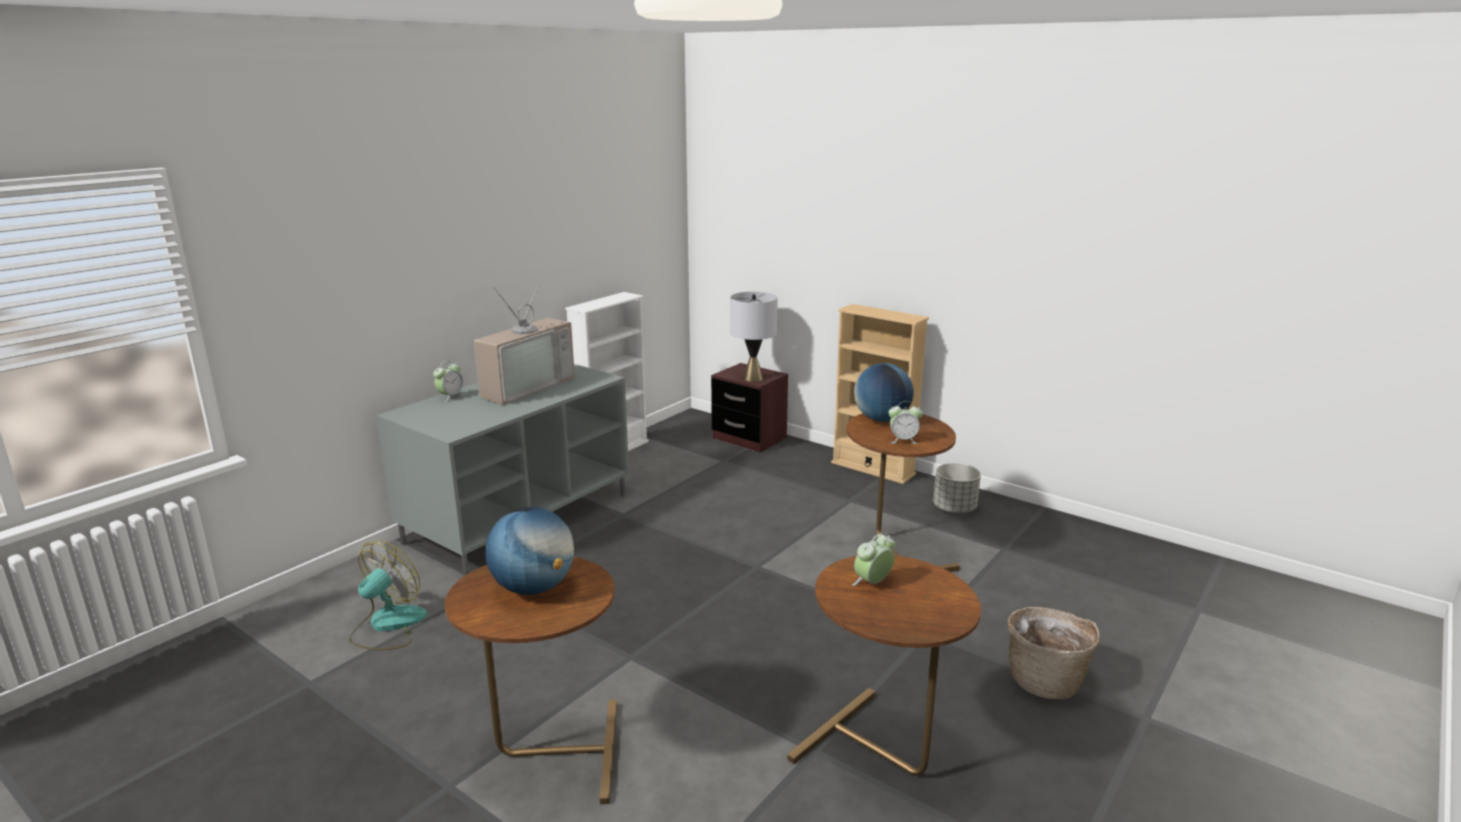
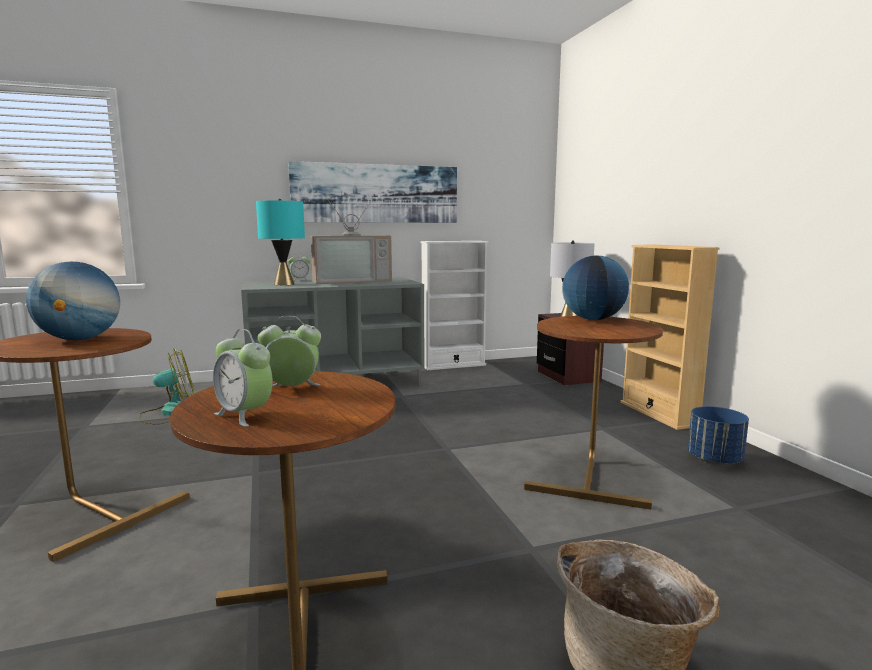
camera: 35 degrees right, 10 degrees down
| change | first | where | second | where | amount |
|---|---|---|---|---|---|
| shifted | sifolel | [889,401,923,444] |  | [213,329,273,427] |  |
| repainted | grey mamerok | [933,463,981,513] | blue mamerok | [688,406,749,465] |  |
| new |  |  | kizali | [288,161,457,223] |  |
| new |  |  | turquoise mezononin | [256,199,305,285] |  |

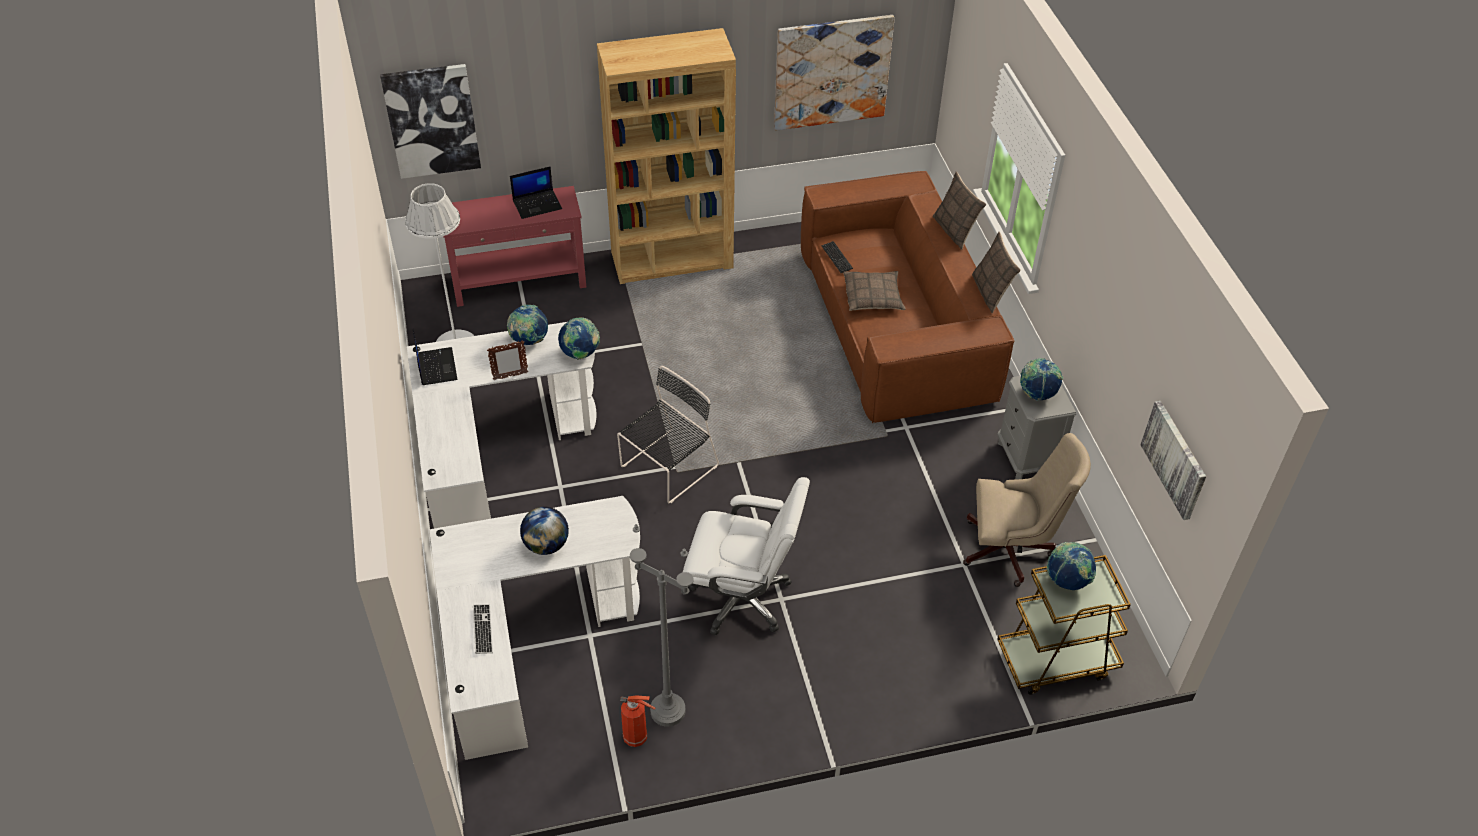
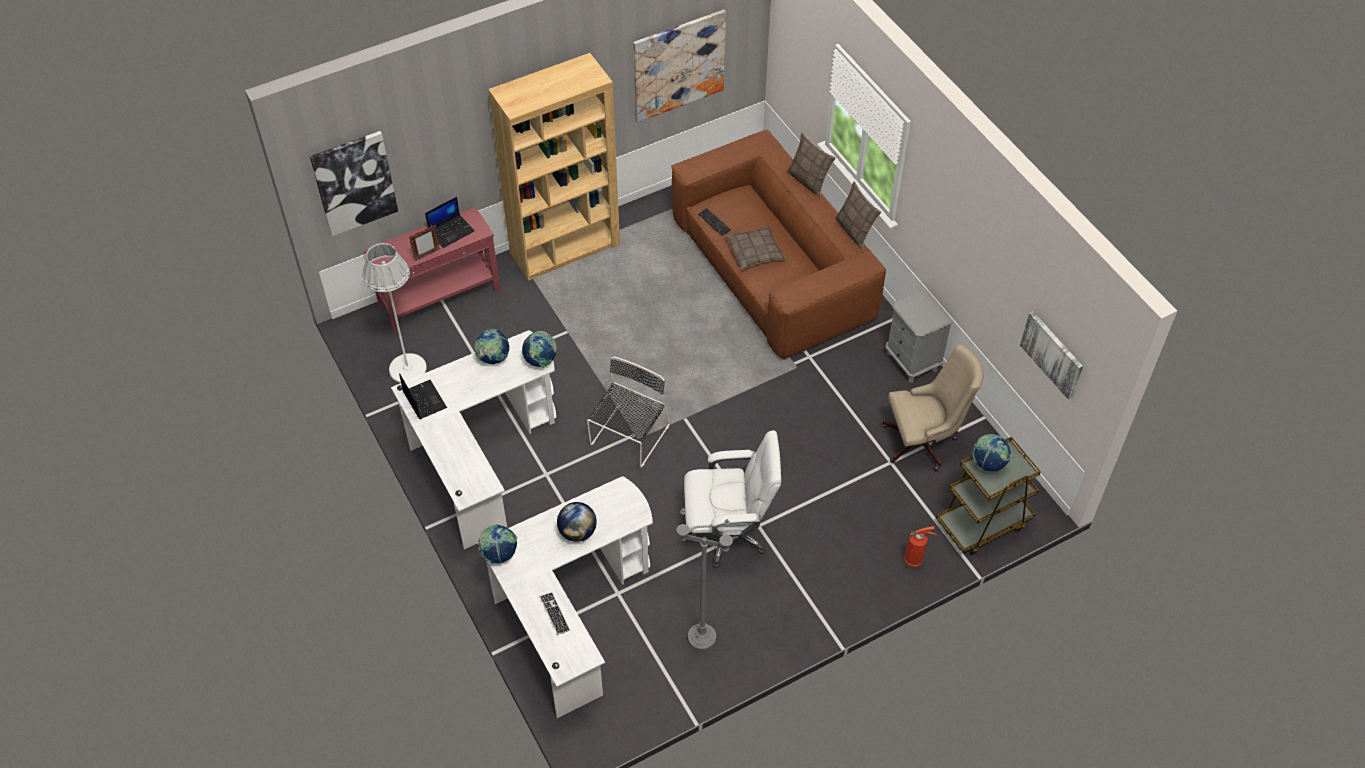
camera: 15 degrees left, 5 degrees up
| change | first | where | second | where | amount |
|---|---|---|---|---|---|
| shifted | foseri | [487,340,528,380] |  | [409,225,440,261] |  |
| shifted | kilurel | [1020,358,1063,401] |  | [478,524,517,564] |  |
| shifted | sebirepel | [620,696,655,747] |  | [904,526,937,568] |  |

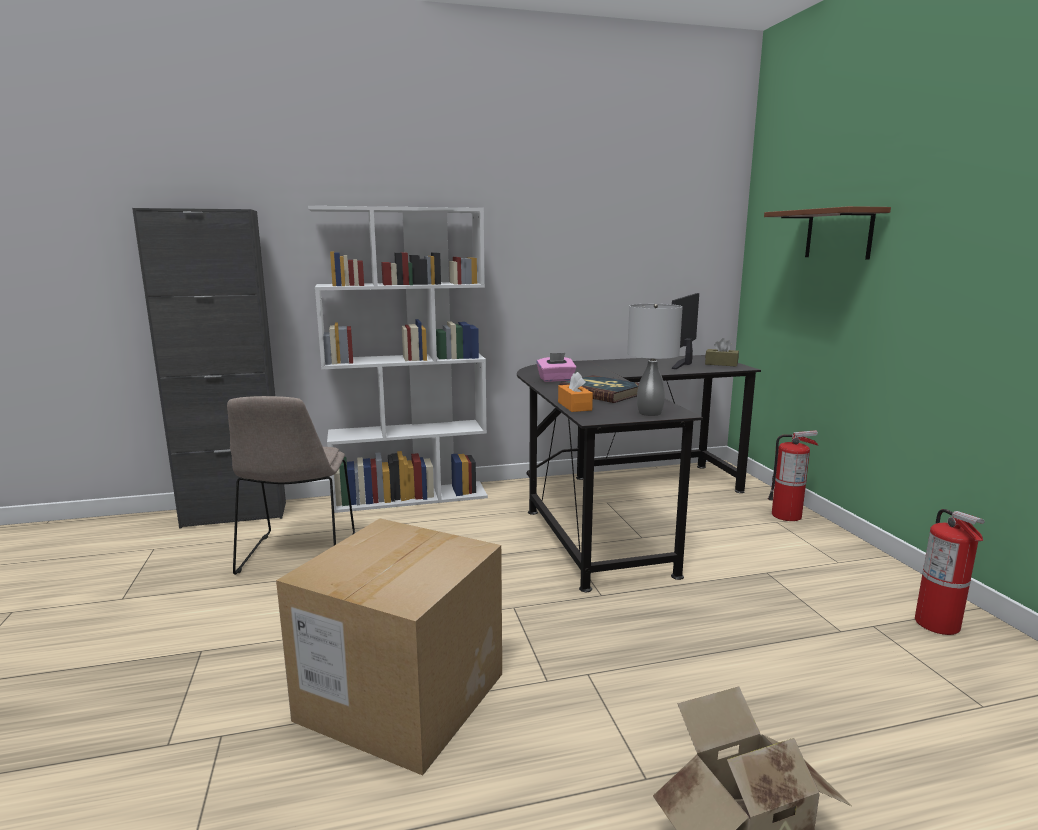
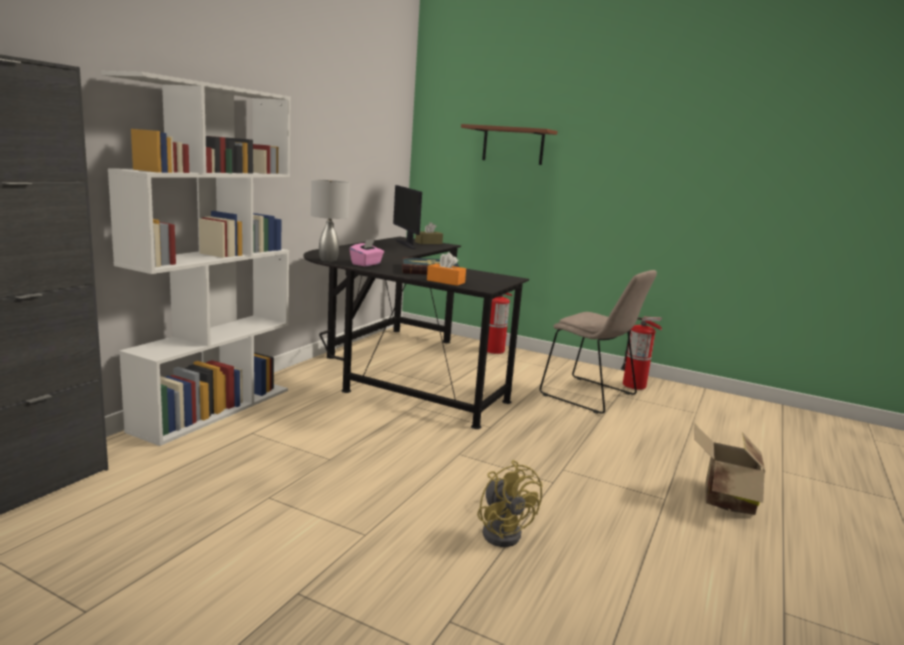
camera: 50 degrees left, 0 degrees up
| change | first | where | second | where | amount |
|---|---|---|---|---|---|
| shifted | grey mezononin | [627,304,683,416] |  | [311,180,350,262] |  |
| shifted | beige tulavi | [227,396,355,575] |  | [540,270,657,414] |  |
| swapped | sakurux | [276,519,502,775] | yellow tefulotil | [477,460,543,547] |  |

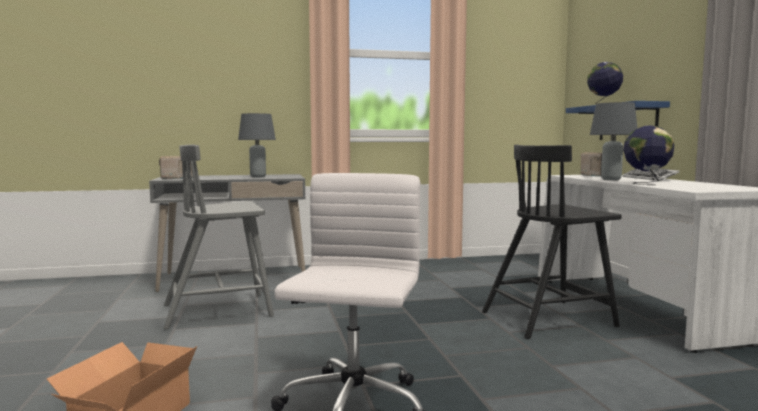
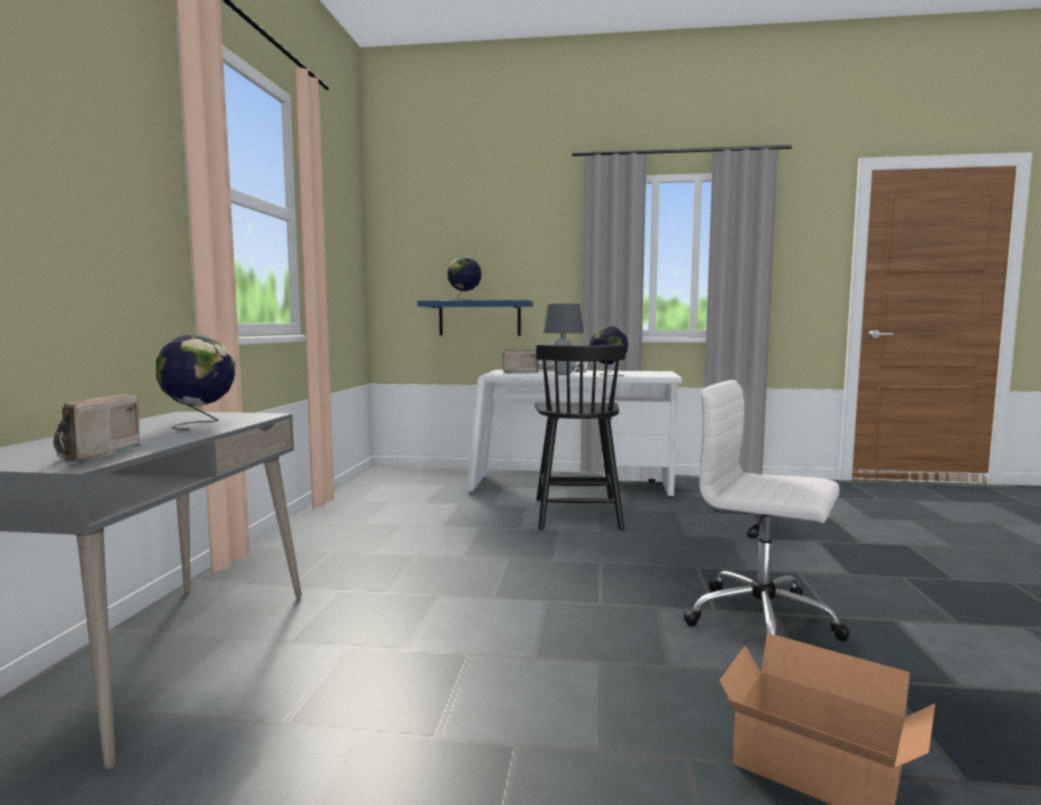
camera: 70 degrees left, 0 degrees up
| change | first | where | second | where | amount |
|---|---|---|---|---|---|
| swapped | grey mezononin | [238,113,276,178] | kilurel | [156,334,235,430] |  |
| gone | grey tulavi | [164,144,274,329] |  |  |  |

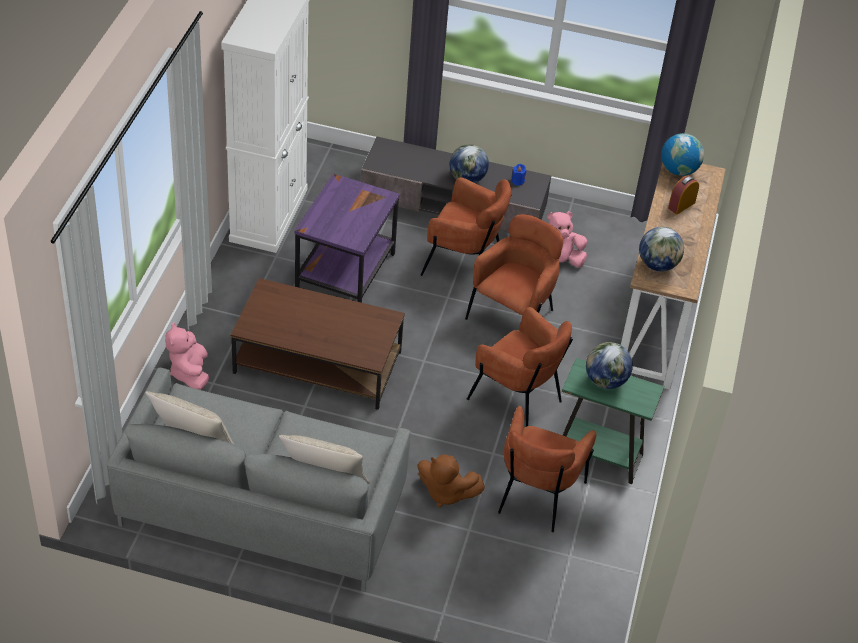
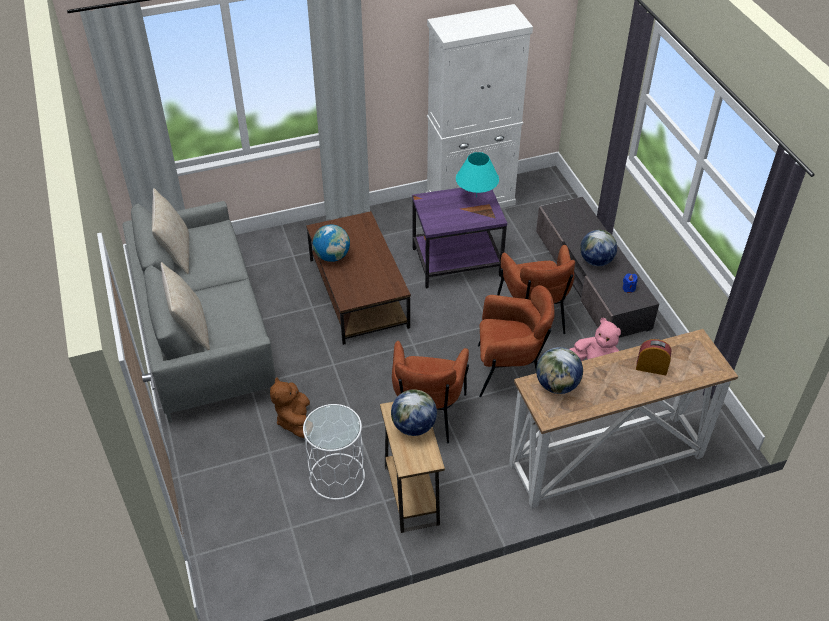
camera: 60 degrees right, 0 degrees up
| change | first | where | second | where | amount |
|---|---|---|---|---|---|
| shifted | kilurel | [661,133,704,176] |  | [313,224,350,262] |  |
| gone | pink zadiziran | [165,322,209,390] |  |  |  |
| repainted | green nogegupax | [562,358,664,484] | brown nogegupax | [380,402,445,533] |  |
| swapped | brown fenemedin | [498,406,596,532] | white nogegupax | [303,404,365,500] |  |
| new |  |  | turquoise mezononin | [456,152,499,198] |  |

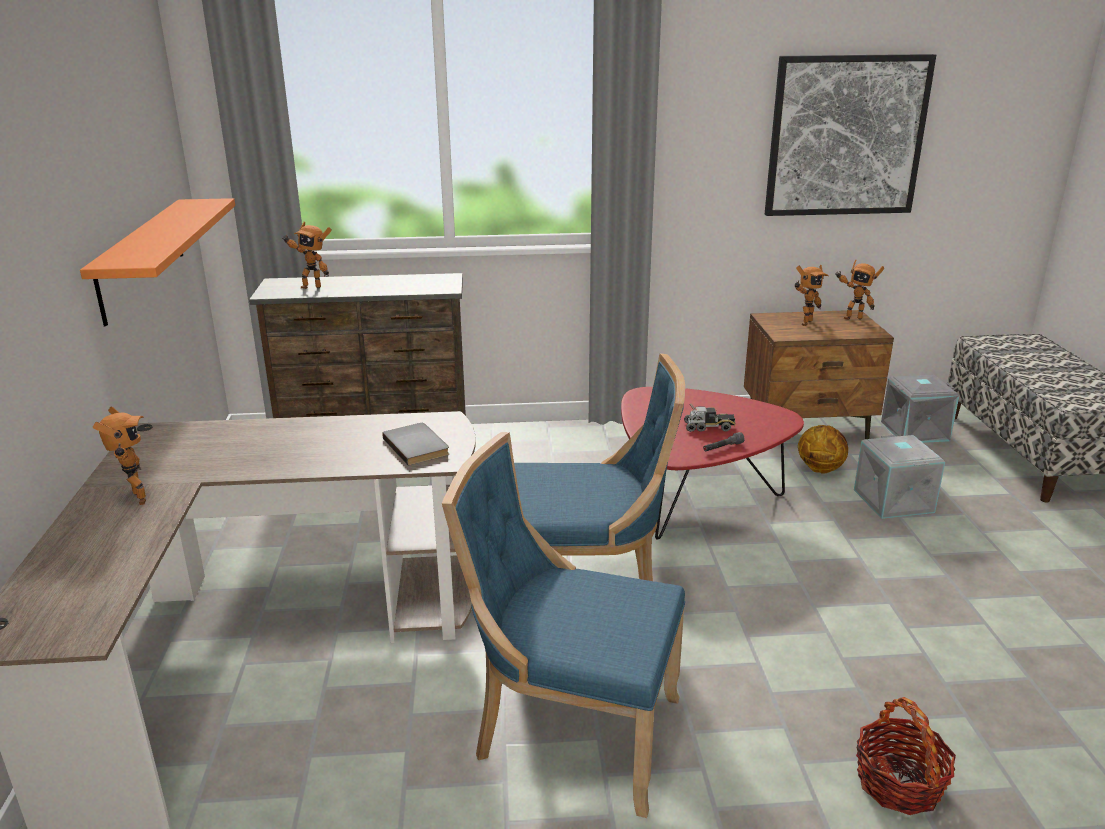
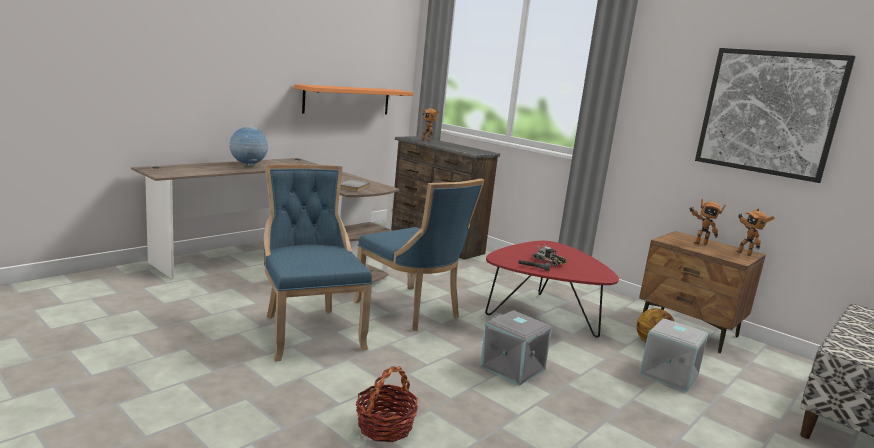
camera: 45 degrees right, 10 degrees down
| change | first | where | second | where | amount |
|---|---|---|---|---|---|
| shifted | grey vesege | [881,375,959,443] |  | [480,310,552,386] |  |
| swapped | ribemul | [93,407,146,505] | kilurel | [229,126,268,167] |  |

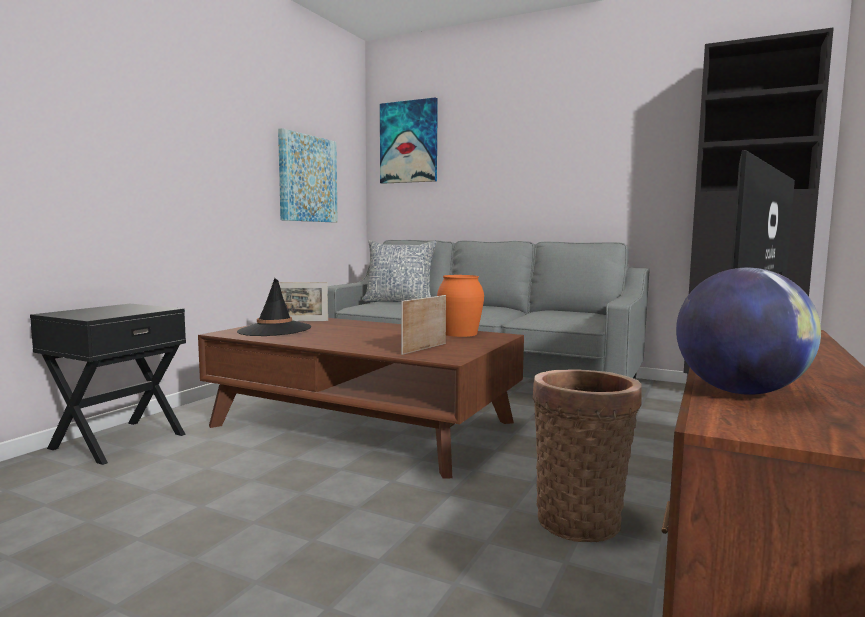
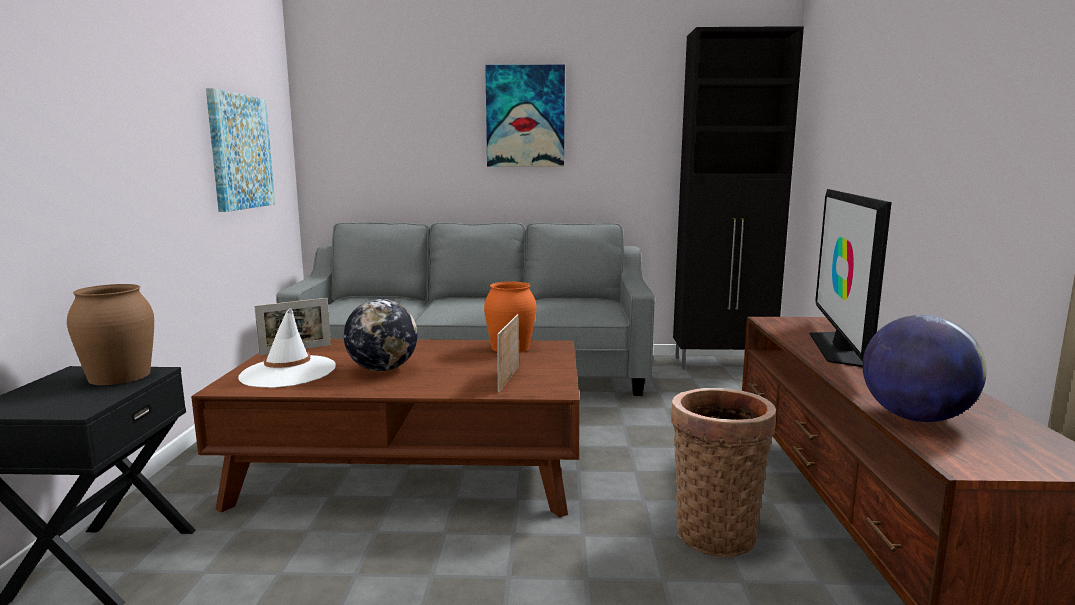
camera: 25 degrees left, 5 degrees up
| change | first | where | second | where | amount |
|---|---|---|---|---|---|
| shifted | kizali | [380,97,438,184] |  | [485,65,565,166] |  |
| gone | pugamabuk | [361,240,437,302] |  |  |  |
| repainted | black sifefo | [237,278,311,336] | white sifefo | [238,308,336,388] |  |
| new |  |  | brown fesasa | [67,284,154,385] |  |
| new |  |  | kilurel | [344,299,417,371] |  |

